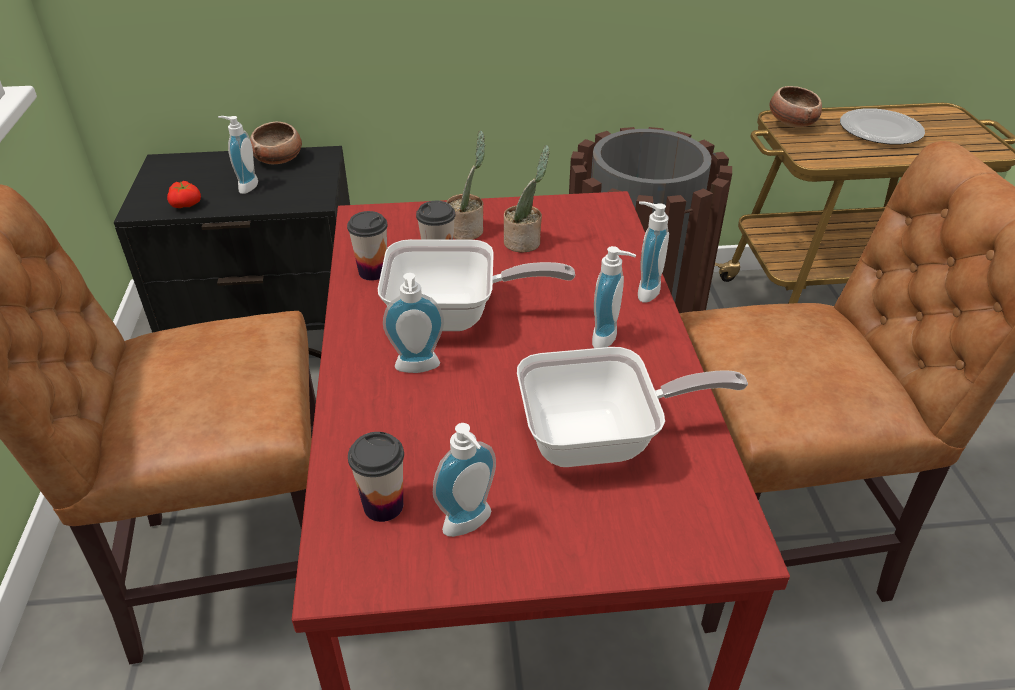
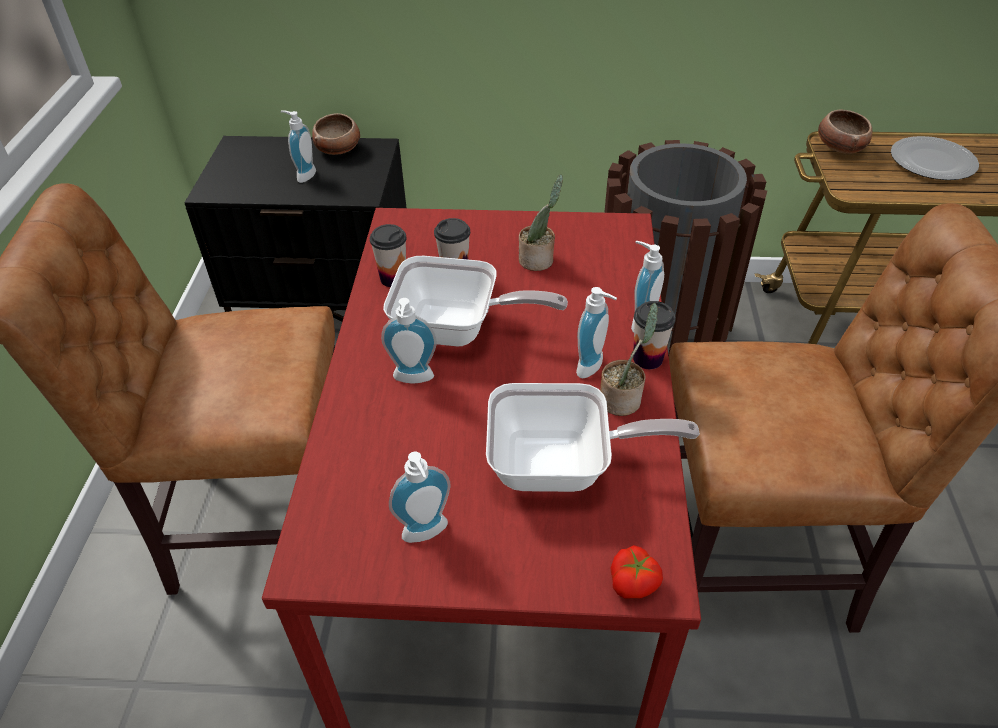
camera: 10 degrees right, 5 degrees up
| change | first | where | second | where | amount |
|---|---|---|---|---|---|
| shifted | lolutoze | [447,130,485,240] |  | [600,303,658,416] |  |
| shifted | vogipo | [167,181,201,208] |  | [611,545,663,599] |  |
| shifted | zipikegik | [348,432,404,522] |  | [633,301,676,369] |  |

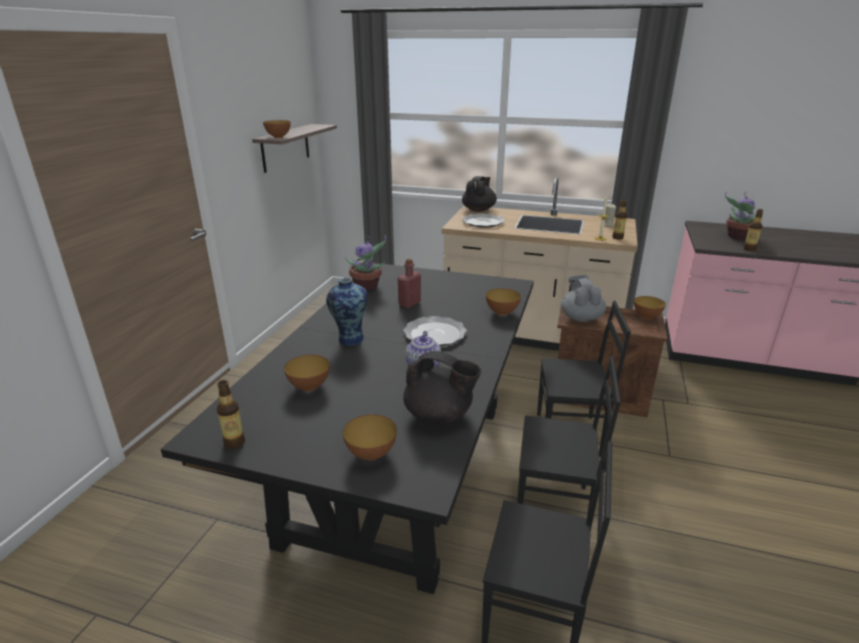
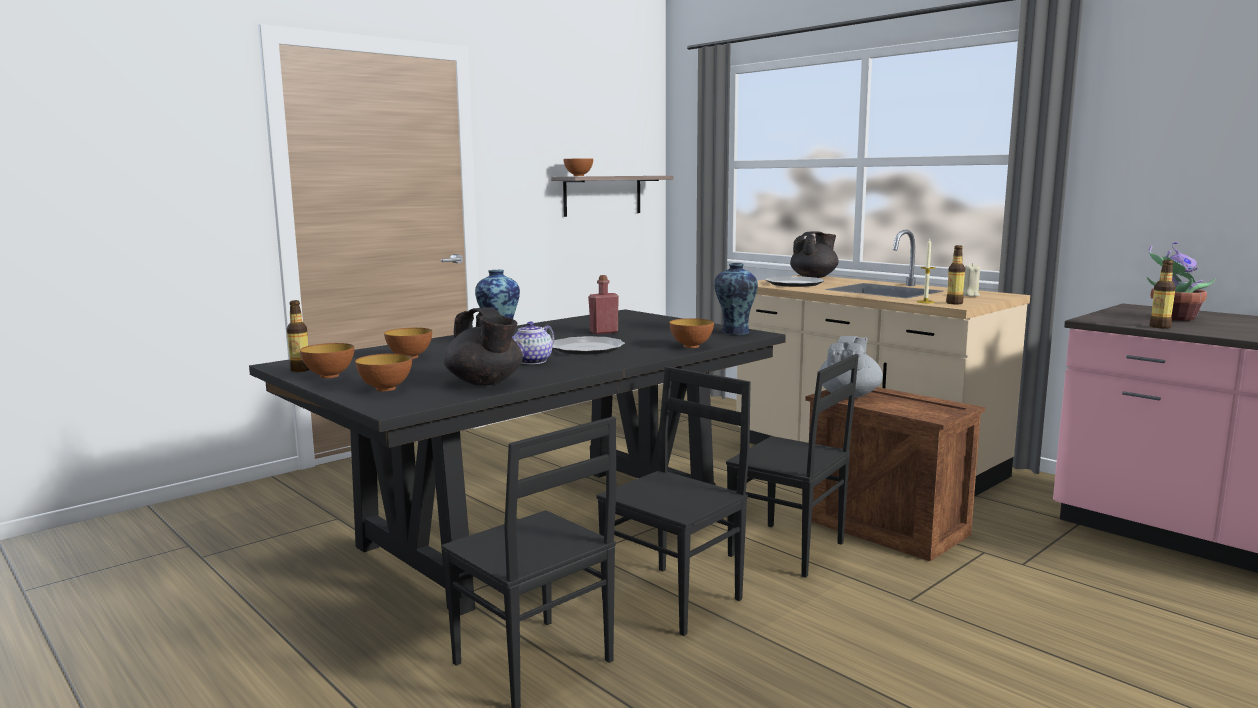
camera: 30 degrees right, 15 degrees down
| change | first | where | second | where | amount |
|---|---|---|---|---|---|
| gone | lolutoze | [345,236,386,290] |  |  |  |
| shifted | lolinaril | [634,296,666,319] |  | [300,343,354,378] |  |
| rotated | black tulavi | [517,356,621,527] |  | [596,366,751,636] | 90 degrees counterclockwise |
| new |  |  | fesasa | [714,263,758,335] |  |

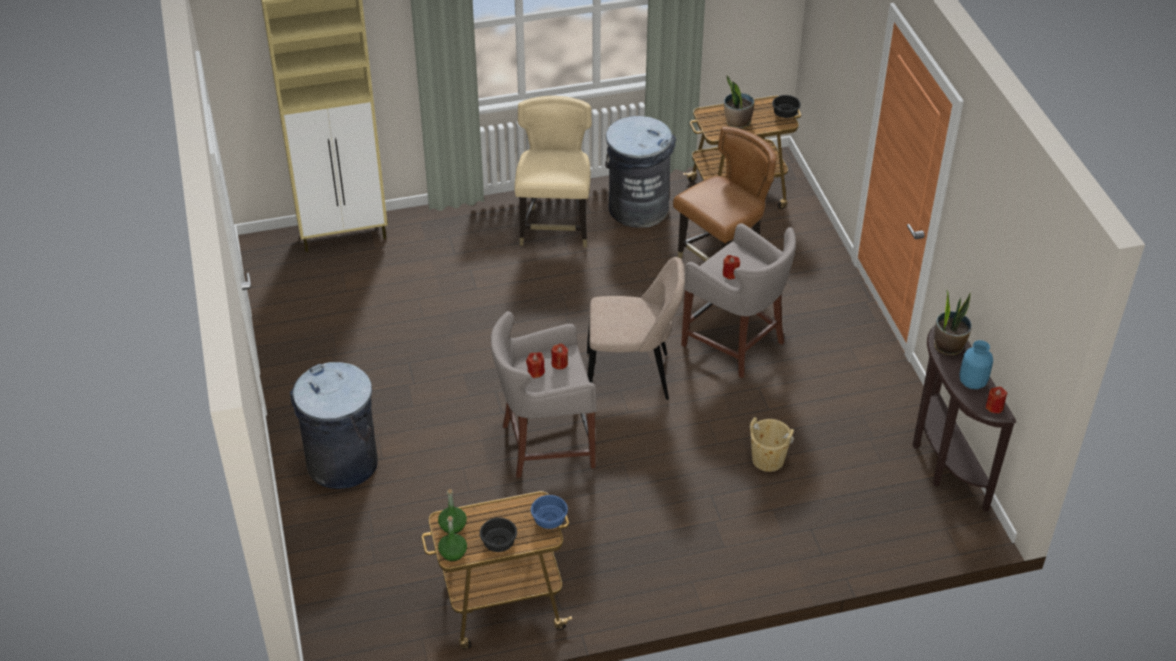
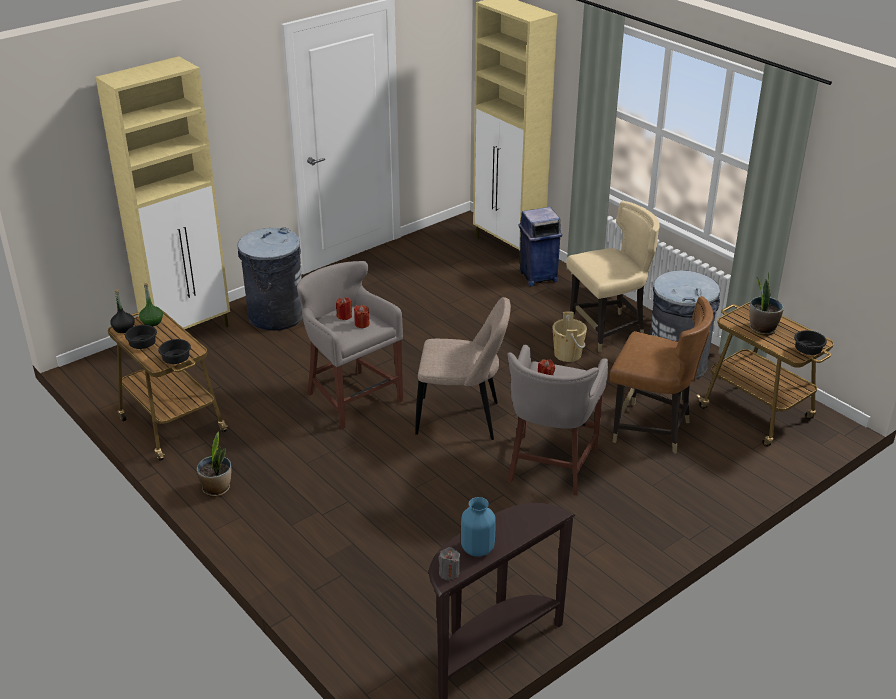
camera: 65 degrees right, 10 degrees down
| change | first | where | second | where | amount |
|---|---|---|---|---|---|
| rotated | beige tulavi | [587,257,685,400] |  | [415,297,511,440] | 60 degrees counterclockwise |
| shifted | lolutoze | [934,289,972,356] |  | [197,431,231,497] |  |
| repainted | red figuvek | [986,386,1007,413] | grey figuvek | [439,547,460,580] |  |
| shifted | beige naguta | [750,417,794,472] |  | [552,312,587,362] |  |
| repainted | blue lolinaril | [531,495,568,529] | black lolinaril | [158,339,191,364] |  |
| repainted | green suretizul | [438,516,467,561] | black suretizul | [110,289,135,333] |  |
| new |  |  | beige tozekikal | [96,56,230,337] |  |
| new |  |  | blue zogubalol | [518,207,562,286] |  |

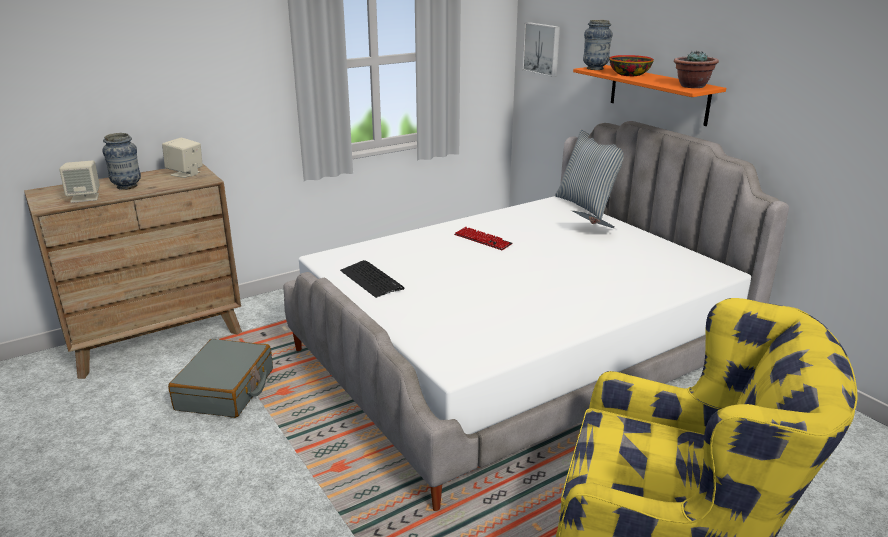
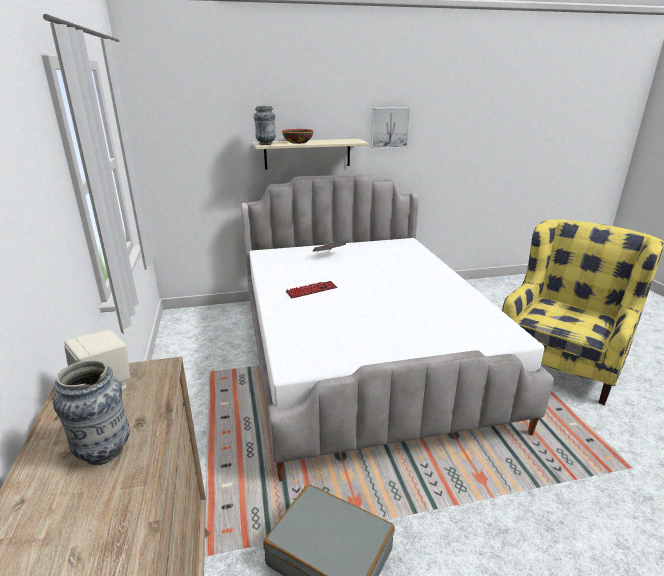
camera: 70 degrees left, 0 degrees up
| change | first | where | second | where | amount |
|---|---|---|---|---|---|
| shifted | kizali | [522,22,560,77] |  | [371,107,410,149] |  |
| gone | lolutoze | [674,51,719,88] |  |  |  |
| repainted | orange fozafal | [573,65,726,126] | beige fozafal | [253,139,369,169] |  |
| gone | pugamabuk | [555,129,623,219] |  |  |  |
| gone | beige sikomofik | [59,160,100,203] |  |  |  |
| gone | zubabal | [340,260,405,298] |  |  |  |

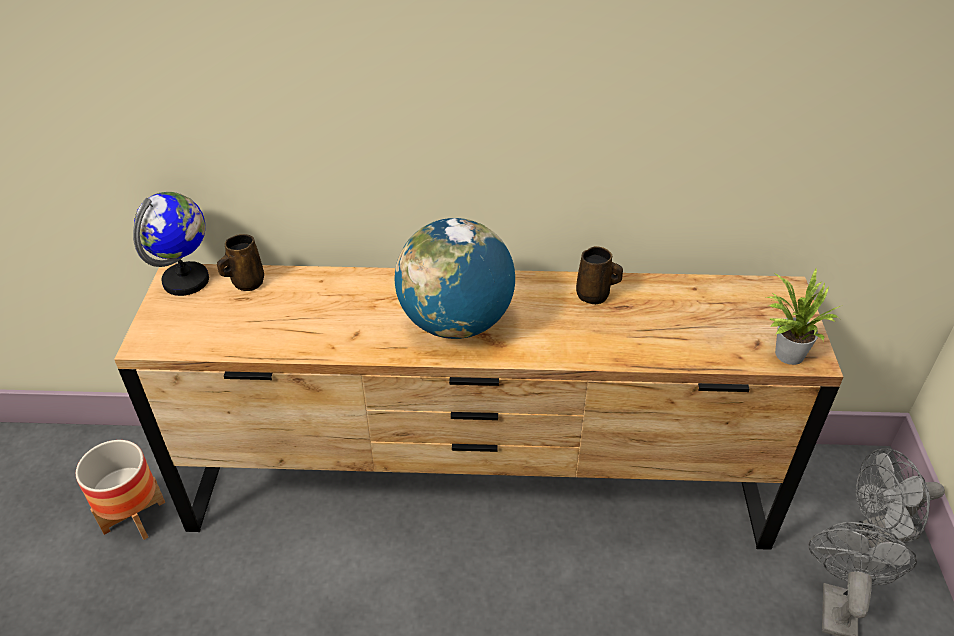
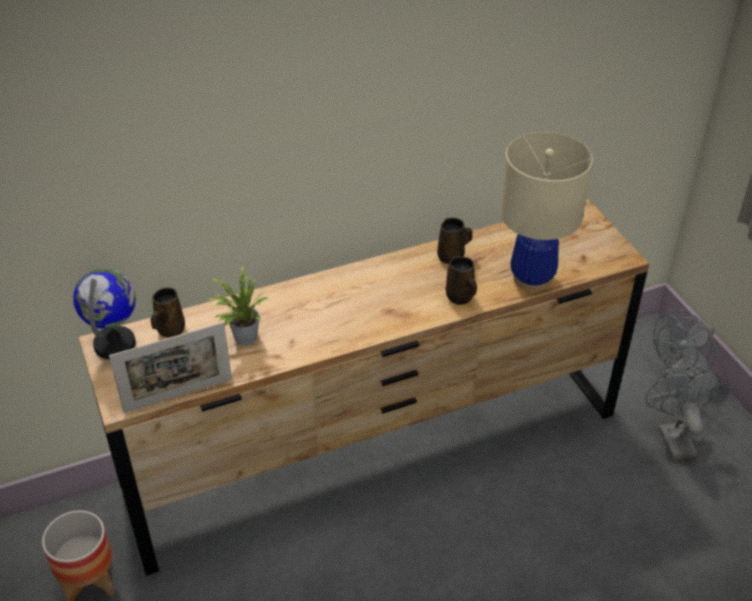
camera: 25 degrees left, 0 degrees up
| change | first | where | second | where | amount |
|---|---|---|---|---|---|
| gone | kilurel | [395,218,515,339] |  |  |  |
| shifted | lolutoze | [766,268,843,365] |  | [208,264,269,345] |  |
| new |  |  | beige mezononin | [500,132,593,292] |  |
| new |  |  | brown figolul | [446,256,477,305] |  |
| new |  |  | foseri | [109,322,232,413] |  |

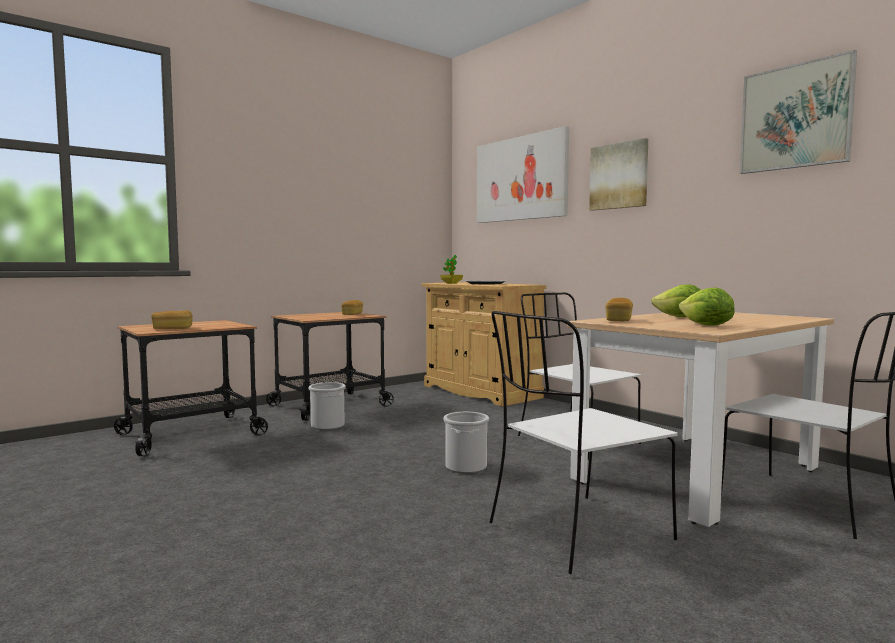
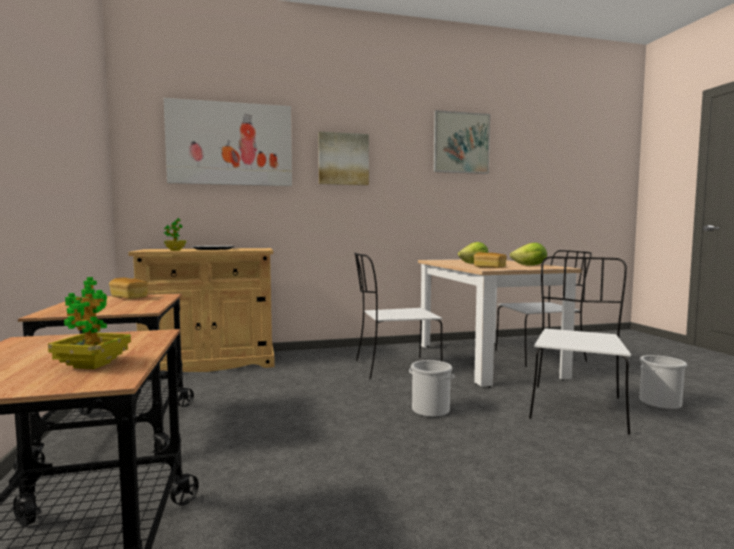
camera: 65 degrees left, 0 degrees up
| change | first | where | second | where | amount |
|---|---|---|---|---|---|
| swapped | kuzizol | [151,310,192,329] | lolutoze | [48,277,131,369] |  |
| rotated | white tulavi | [489,311,678,574] |  | [529,256,631,435] | 150 degrees counterclockwise |
| shifted | naguta | [308,382,346,430] |  | [640,355,687,410] |  |

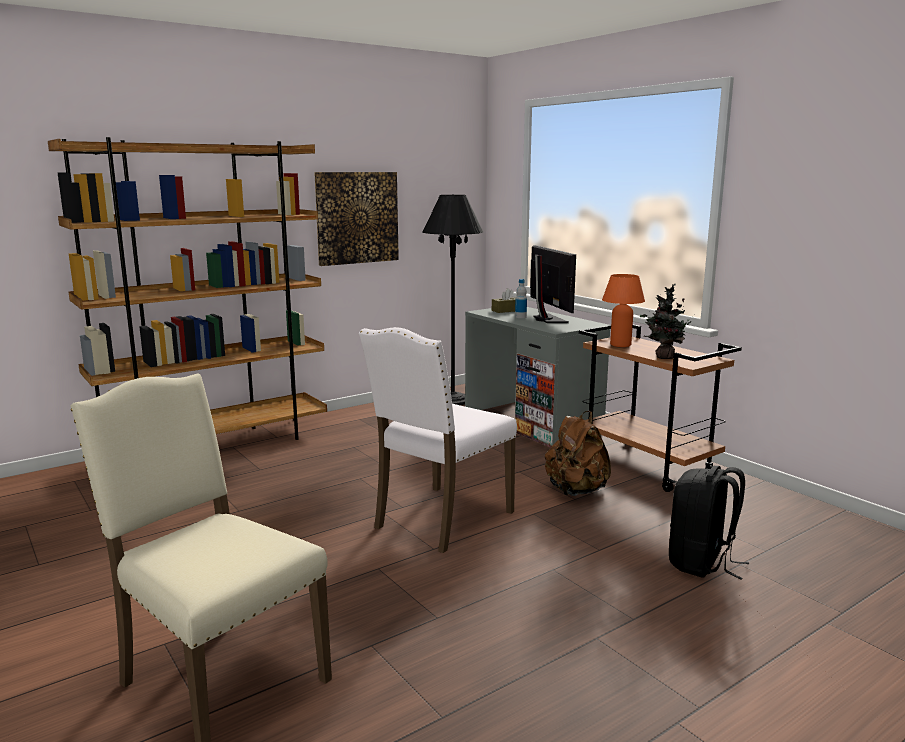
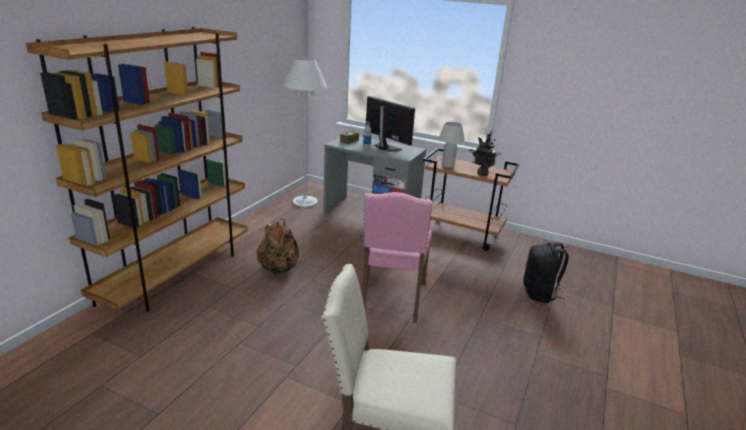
camera: 30 degrees left, 10 degrees up
| change | first | where | second | where | amount |
|---|---|---|---|---|---|
| gone | kizali | [314,172,399,266] |  |  |  |
| repainted | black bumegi | [423,195,483,405] | white bumegi | [283,57,327,207] |  |
| repainted | orange mezononin | [602,274,645,347] | white mezononin | [439,122,465,168] |  |
| repainted | white tulavi | [359,327,517,553] | pink tulavi | [362,192,432,323] |  |
| shifted | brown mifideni | [545,411,611,496] |  | [256,219,299,275] |  |

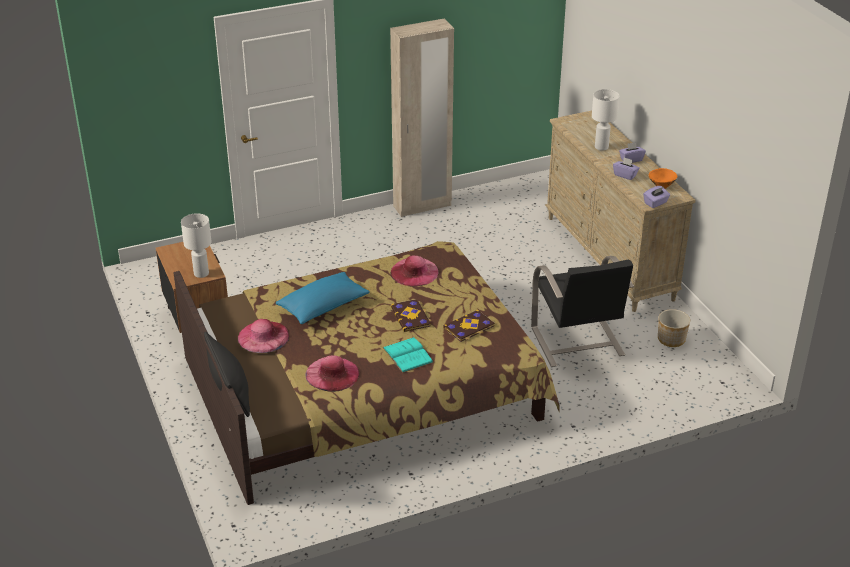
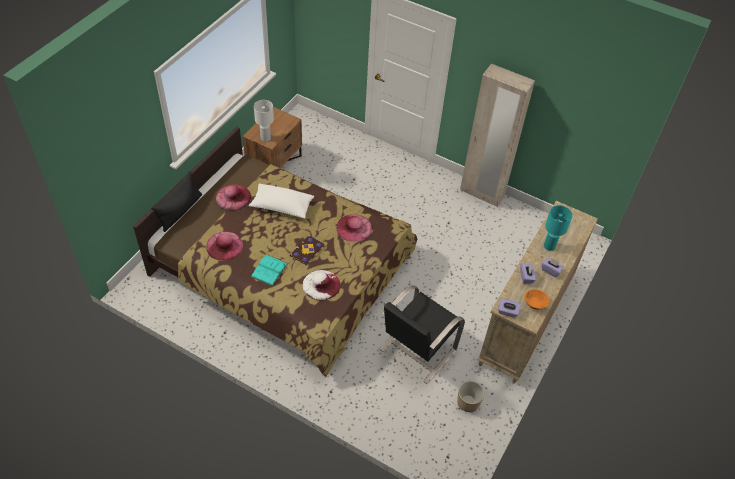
camera: 50 degrees right, 15 degrees up
| change | first | where | second | where | amount |
|---|---|---|---|---|---|
| repainted | white mezononin | [592,89,619,151] | turquoise mezononin | [544,205,573,251] |  |
| repainted | blue pugamabuk | [276,272,369,324] | white pugamabuk | [249,183,314,219] |  |
| swapped | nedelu | [443,310,495,342] | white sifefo | [303,270,341,300] |  |

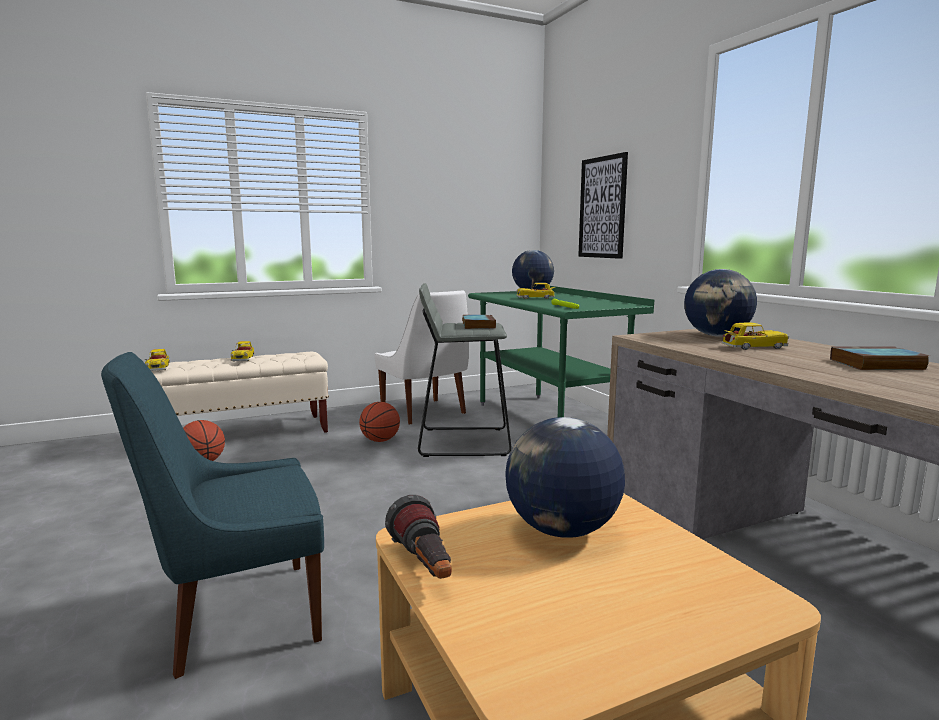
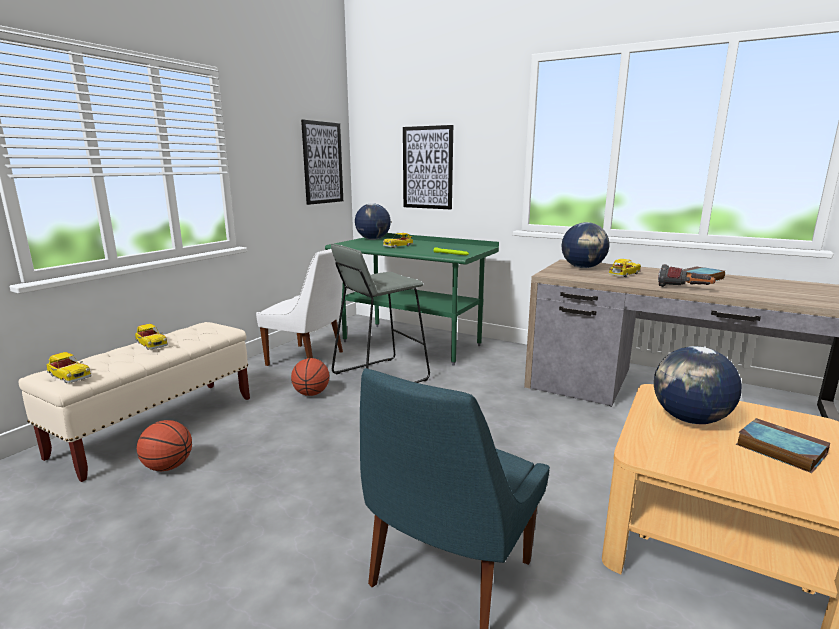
camera: 35 degrees left, 5 degrees up
| change | first | where | second | where | amount |
|---|---|---|---|---|---|
| shifted | nedelu | [462,315,496,329] |  | [736,418,830,473] |  |
| shifted | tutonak | [385,495,452,579] |  | [658,264,716,287] |  |
| new |  |  | kizali | [301,120,343,205] |  |

